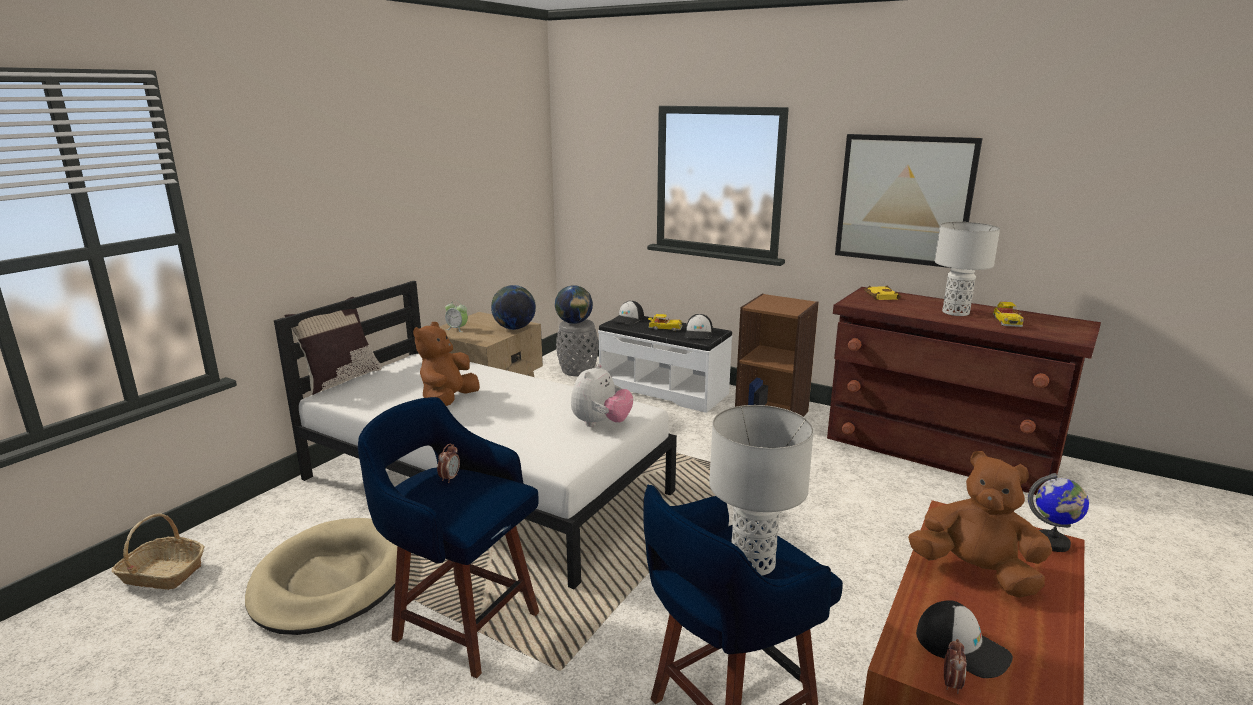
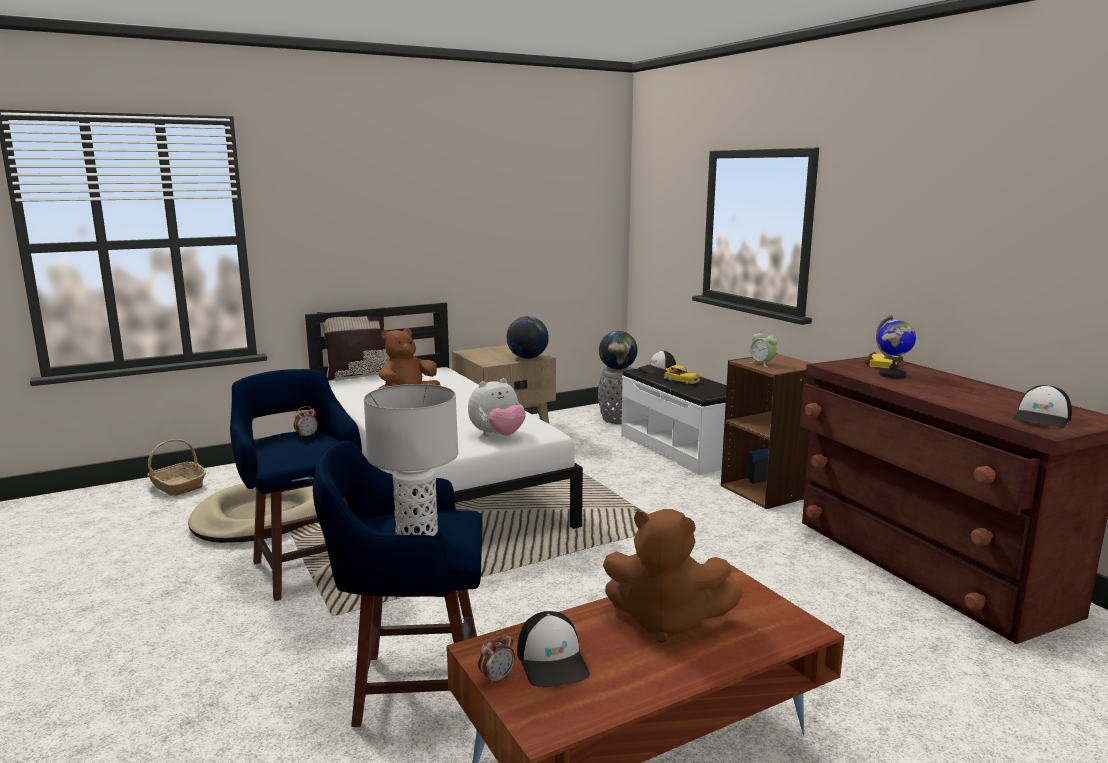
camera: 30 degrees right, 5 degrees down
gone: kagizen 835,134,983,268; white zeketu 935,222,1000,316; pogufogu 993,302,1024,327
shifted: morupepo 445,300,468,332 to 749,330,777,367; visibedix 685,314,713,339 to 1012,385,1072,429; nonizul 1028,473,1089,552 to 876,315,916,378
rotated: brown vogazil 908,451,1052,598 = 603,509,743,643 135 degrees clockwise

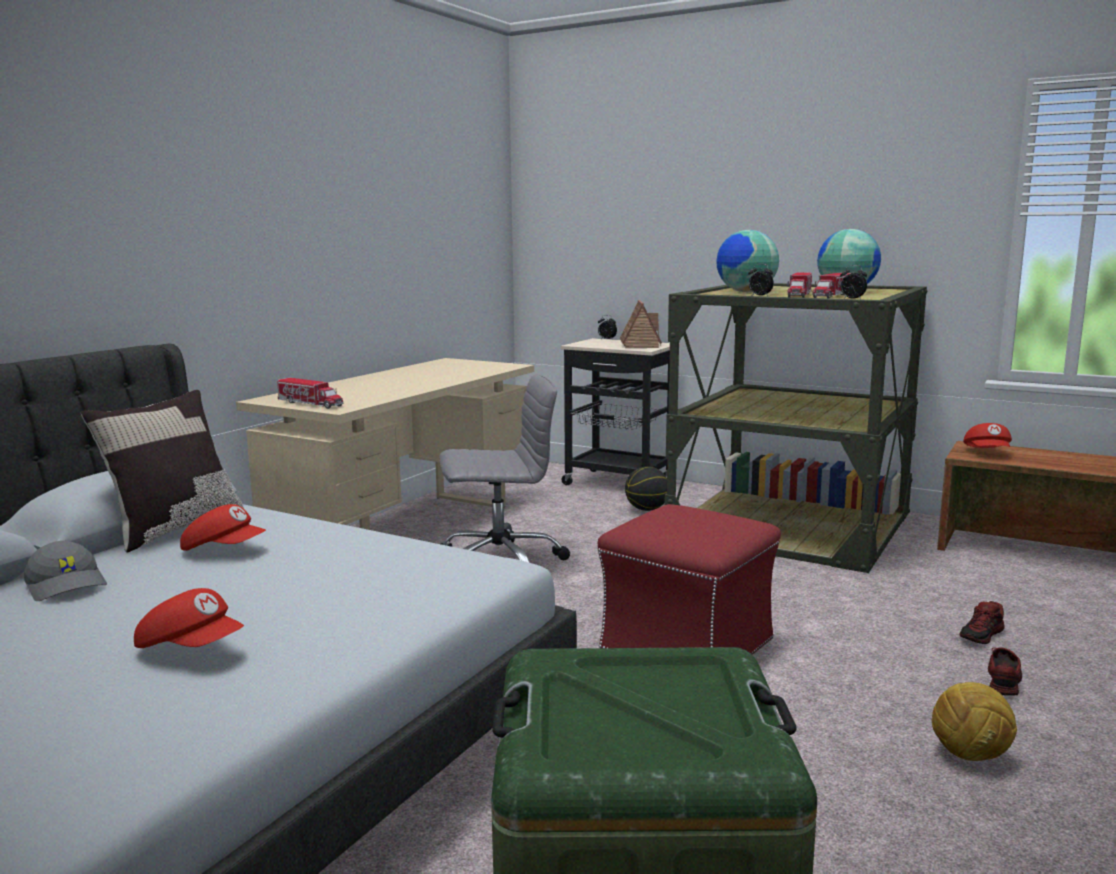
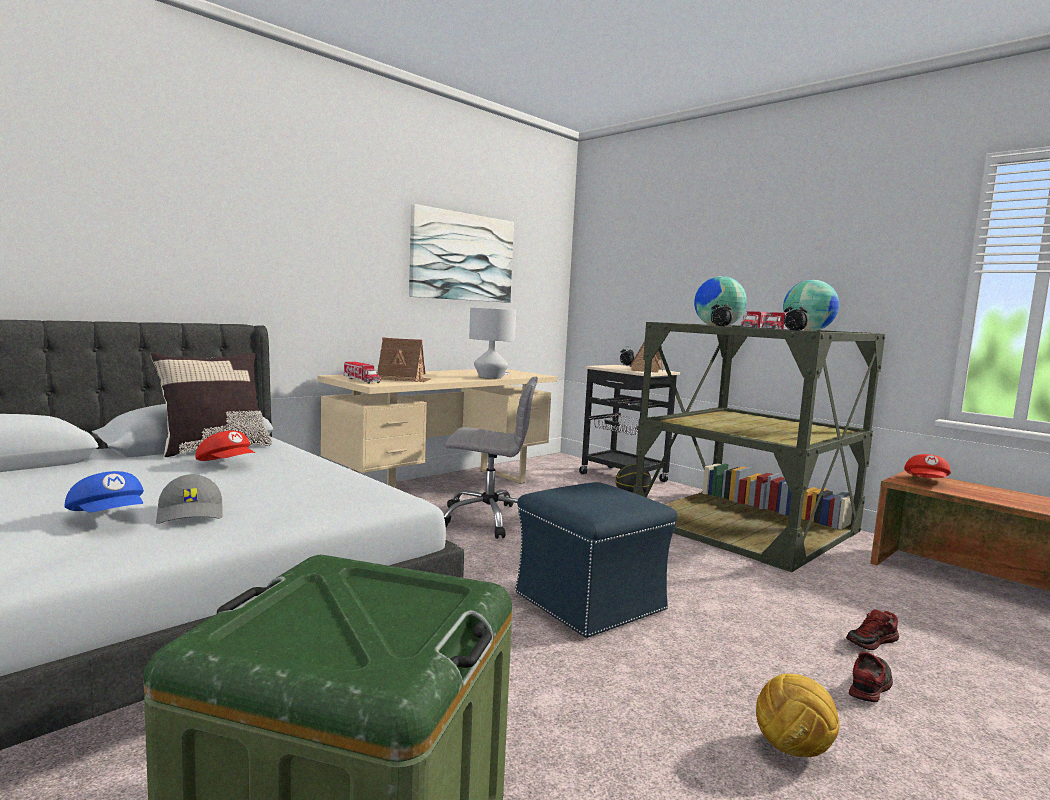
camera: 15 degrees right, 5 degrees down
new: kagizen 409,204,514,303; grey zeketu 469,308,516,379; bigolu 377,337,432,382
shifted: grey visibedix 24,541,107,601 to 156,474,223,524
repainted: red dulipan 598,504,781,655 to blue dulipan 515,482,677,638; red visibedix 134,588,244,648 to blue visibedix 64,471,144,513

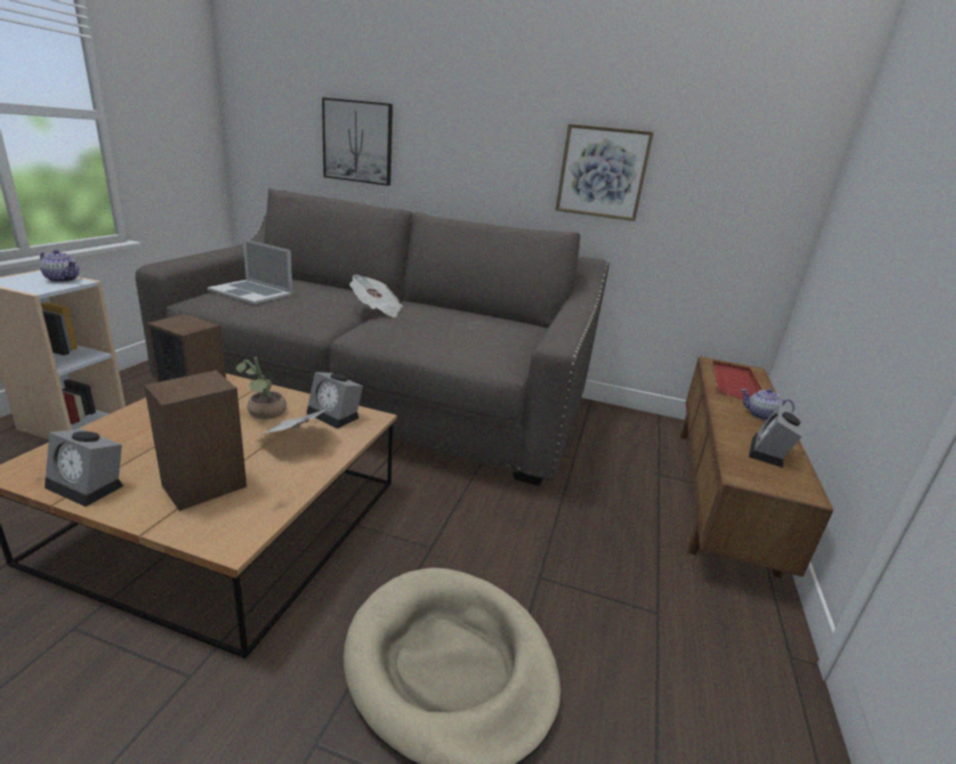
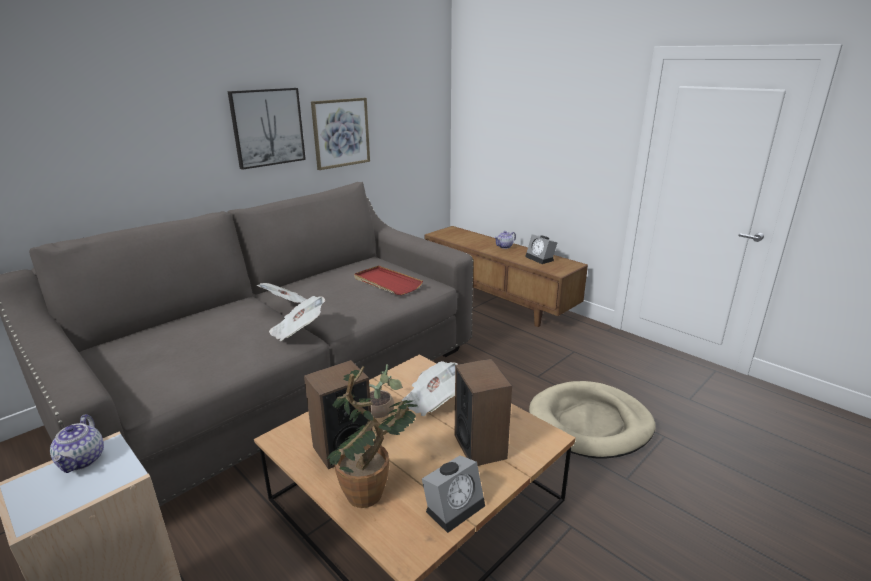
camera: 60 degrees left, 0 degrees up
gone: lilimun 207,239,293,304; morupepo 306,372,363,429
new: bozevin 269,296,325,341; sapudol 327,366,418,508
shifted: kagizen 322,97,393,186 to 228,88,306,170; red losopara 711,360,763,399 to 354,265,423,295
rotated: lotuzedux 40,249,79,282 = 50,415,104,473 120 degrees clockwise

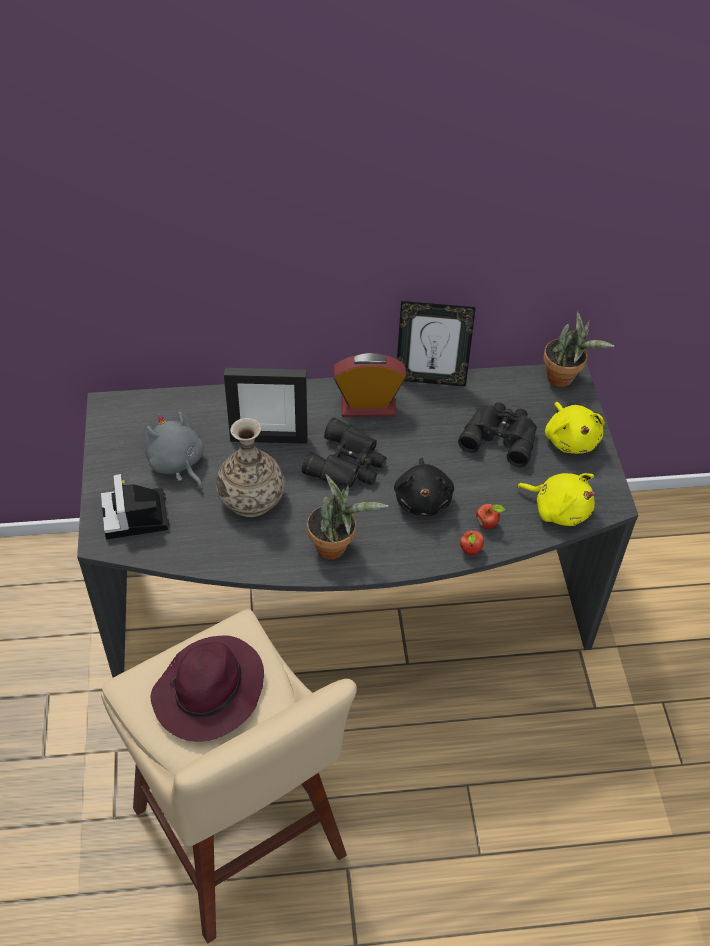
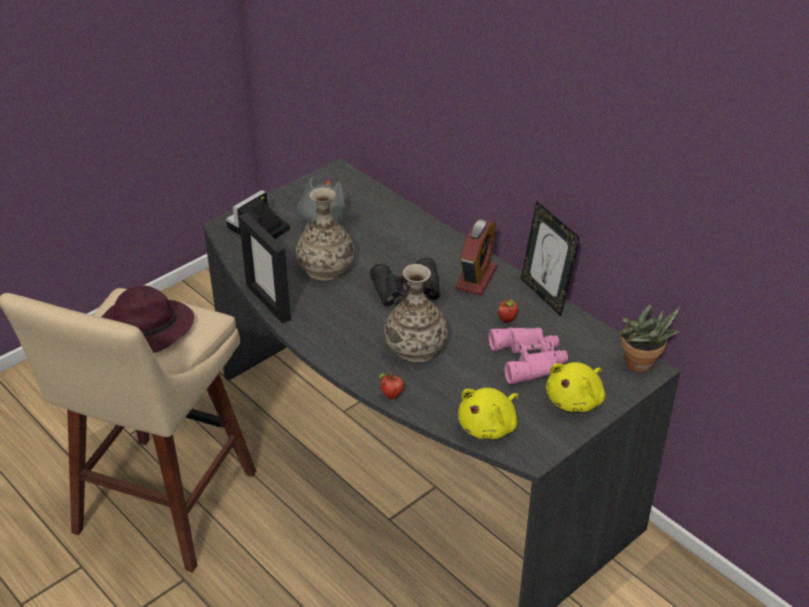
camera: 55 degrees right, 10 degrees down
gone: sapudol 307,473,388,559
shifted: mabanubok 224,368,308,444 to 239,213,291,323; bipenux 476,504,506,529 to 498,299,518,322
swapped: black vogazil 394,458,454,516 to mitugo 384,264,448,362
repainted: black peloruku 458,402,537,467 to pink peloruku 488,328,568,384
rotated: morupepo 333,353,406,417 = 455,219,497,295 60 degrees clockwise; yellow vogazil 517,473,595,526 = 458,388,519,439 45 degrees clockwise

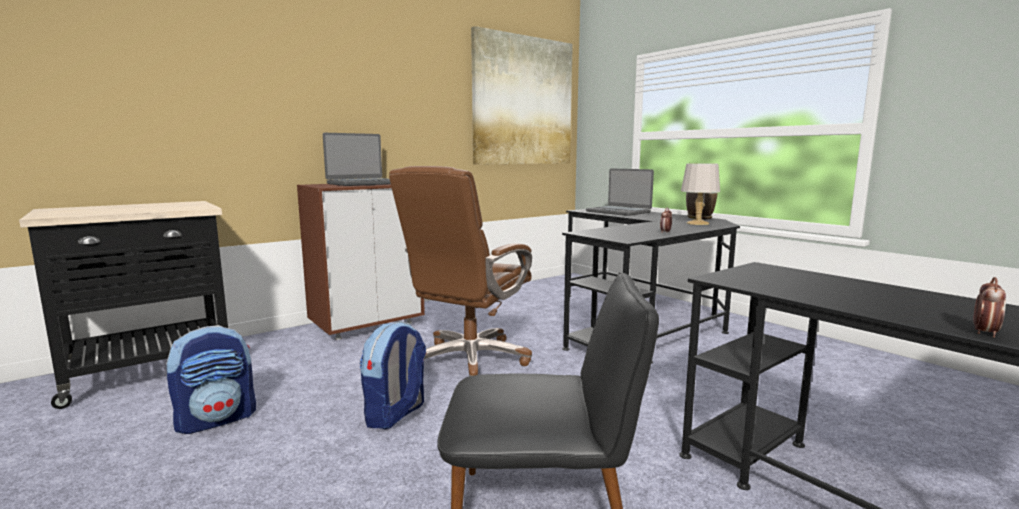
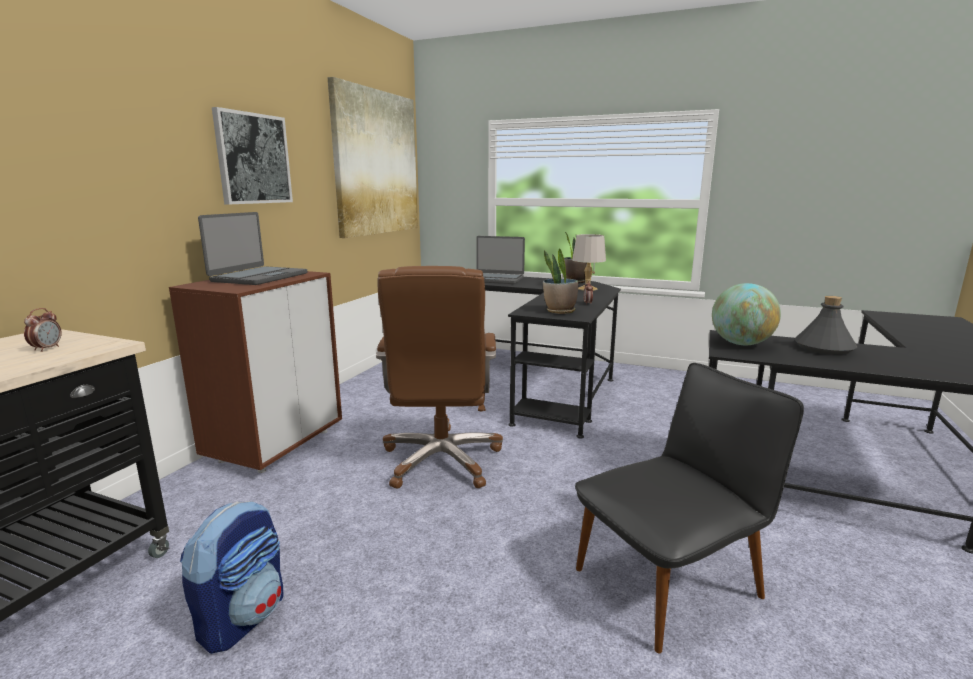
camera: 30 degrees left, 5 degrees up
gone: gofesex 360,321,426,429
new: kagizen 212,107,293,204; sapudol 543,248,578,314; nonizul 712,283,781,345; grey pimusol 795,296,857,355
shifted: morupepo 973,277,1006,338 to 24,308,62,352

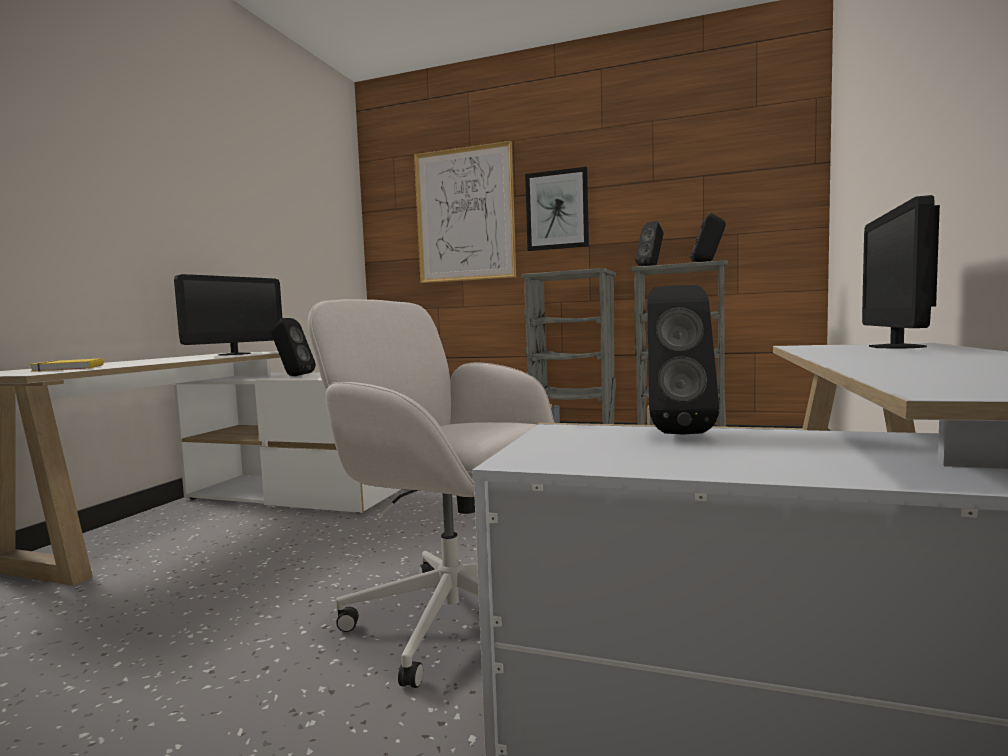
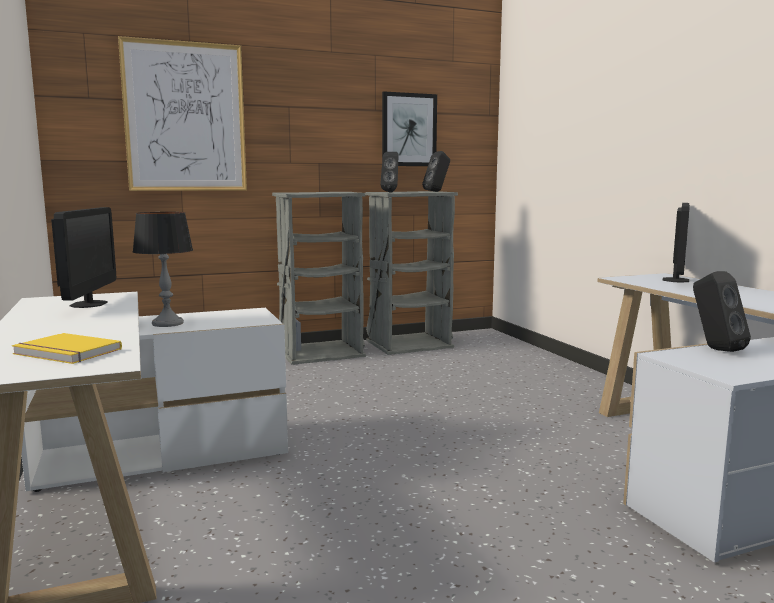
camera: 40 degrees left, 5 degrees up
gone: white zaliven 308,299,554,688
shifted: kagizen 525,167,589,251 to 382,91,437,166
swapped: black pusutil 271,318,316,376 to zeketu 132,212,193,327
rotated: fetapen 862,195,940,348 = 662,203,690,282 135 degrees counterclockwise

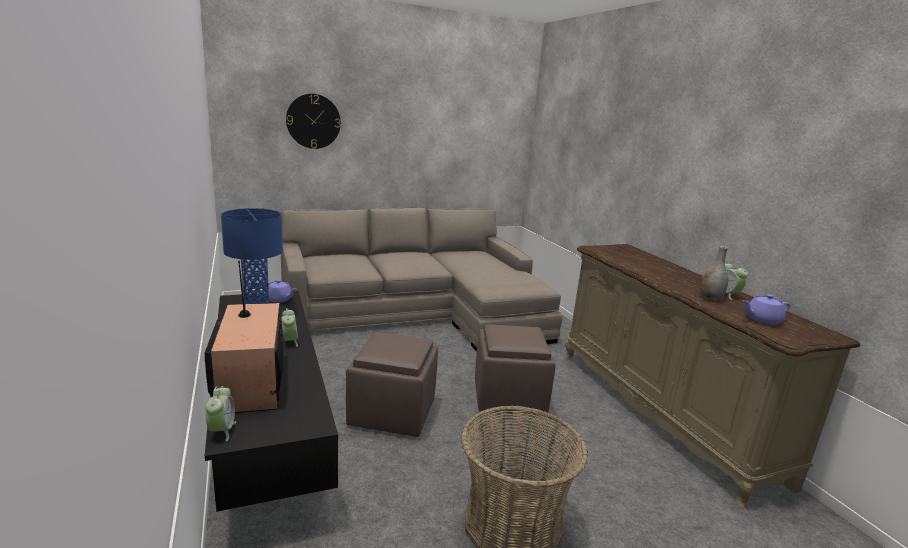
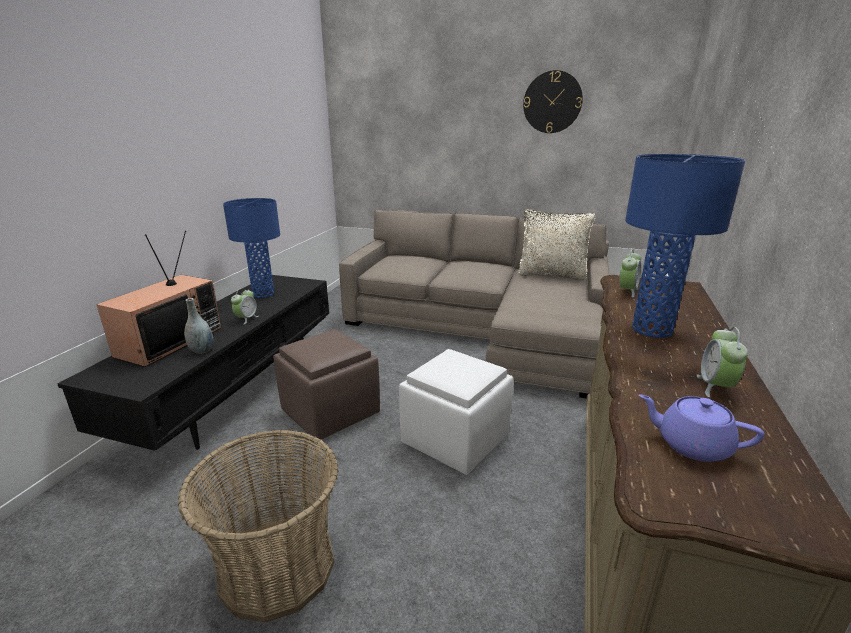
camera: 40 degrees right, 5 degrees up
gone: purple lotuzedux 263,280,296,303
new: blue zeketu 625,154,746,338; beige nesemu 518,209,596,280
shifted: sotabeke 286,94,341,149 to 523,70,583,133; grey mitugo 700,246,728,301 to 184,298,213,354; morupepo 205,386,237,441 to 619,249,641,297
repainted: brown dulipan 475,324,556,415 to white dulipan 399,349,513,475

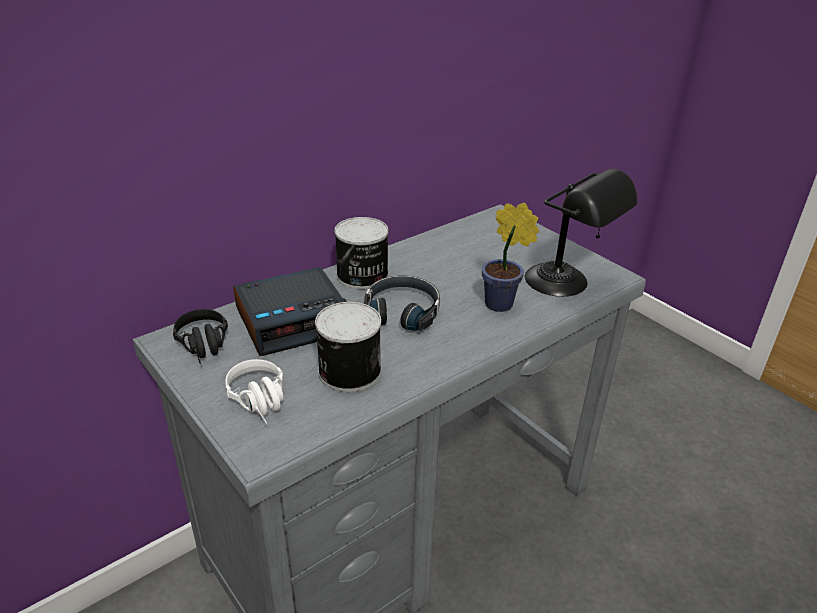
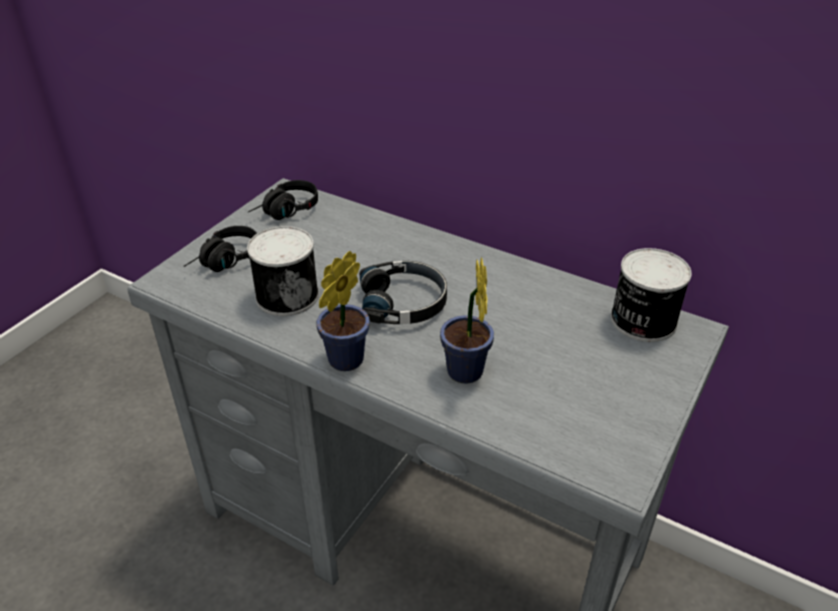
camera: 70 degrees right, 5 degrees up
gone: black zeketu 525,169,638,297; morupepo 233,267,347,356
new: sapudol 316,251,370,371
shifted: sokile 335,217,389,289 to 611,248,692,342
repainted: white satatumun 225,359,284,424 to black satatumun 184,226,257,272

